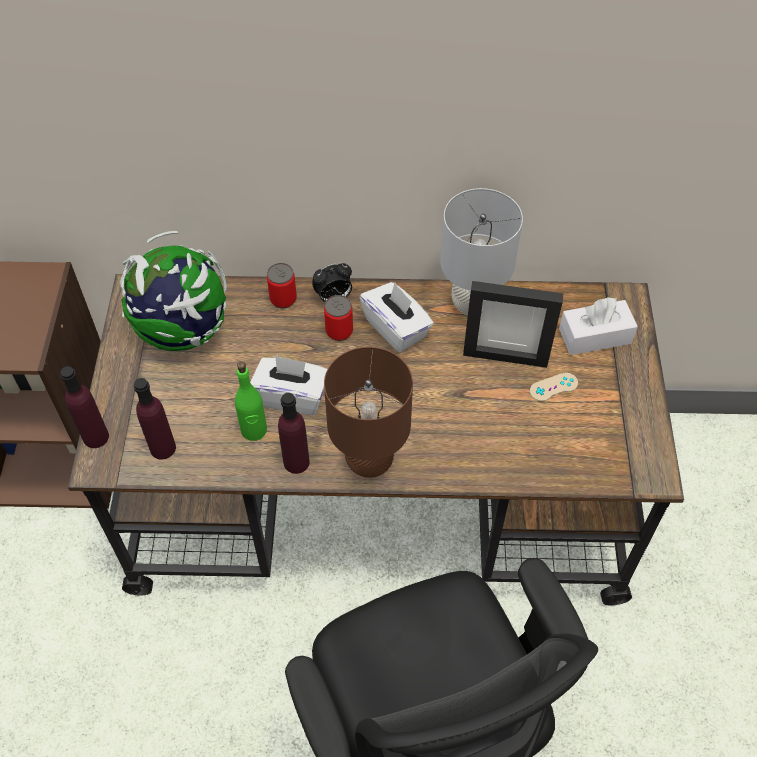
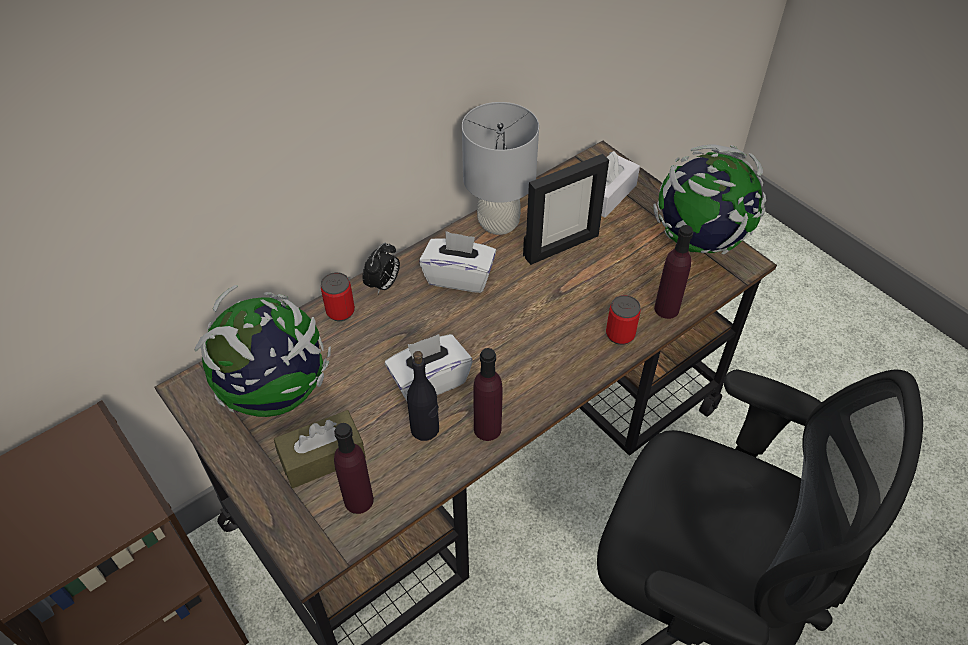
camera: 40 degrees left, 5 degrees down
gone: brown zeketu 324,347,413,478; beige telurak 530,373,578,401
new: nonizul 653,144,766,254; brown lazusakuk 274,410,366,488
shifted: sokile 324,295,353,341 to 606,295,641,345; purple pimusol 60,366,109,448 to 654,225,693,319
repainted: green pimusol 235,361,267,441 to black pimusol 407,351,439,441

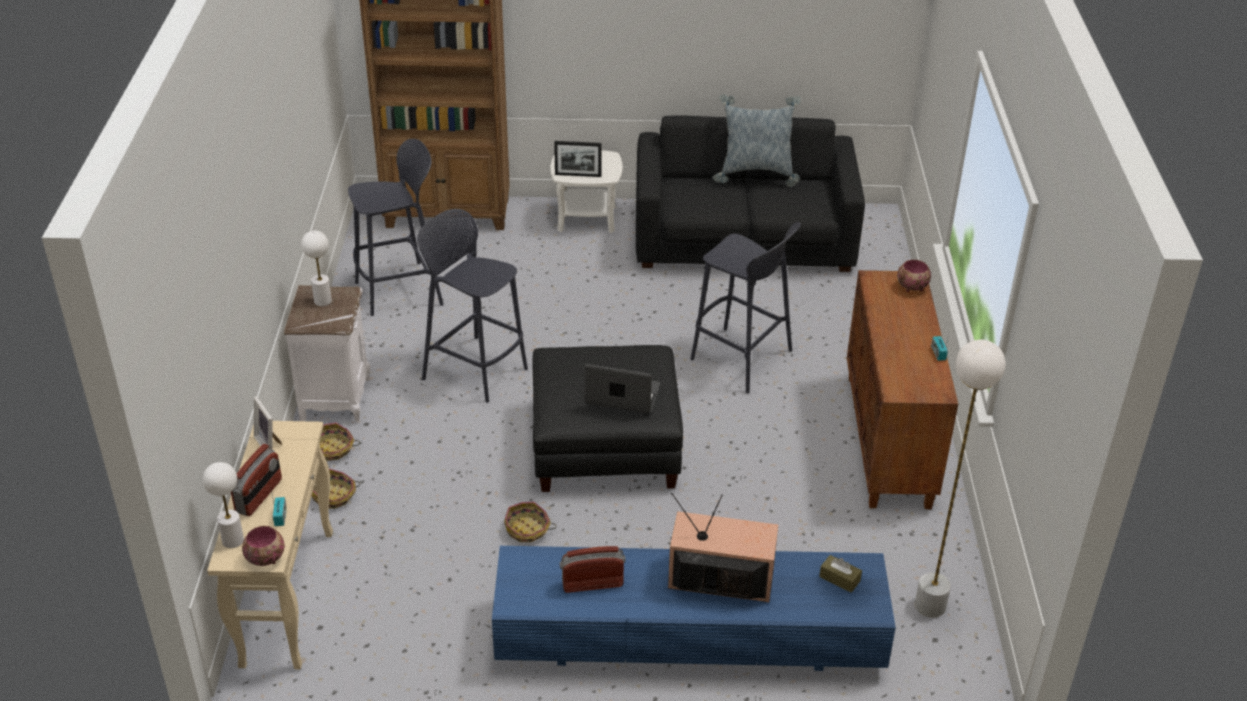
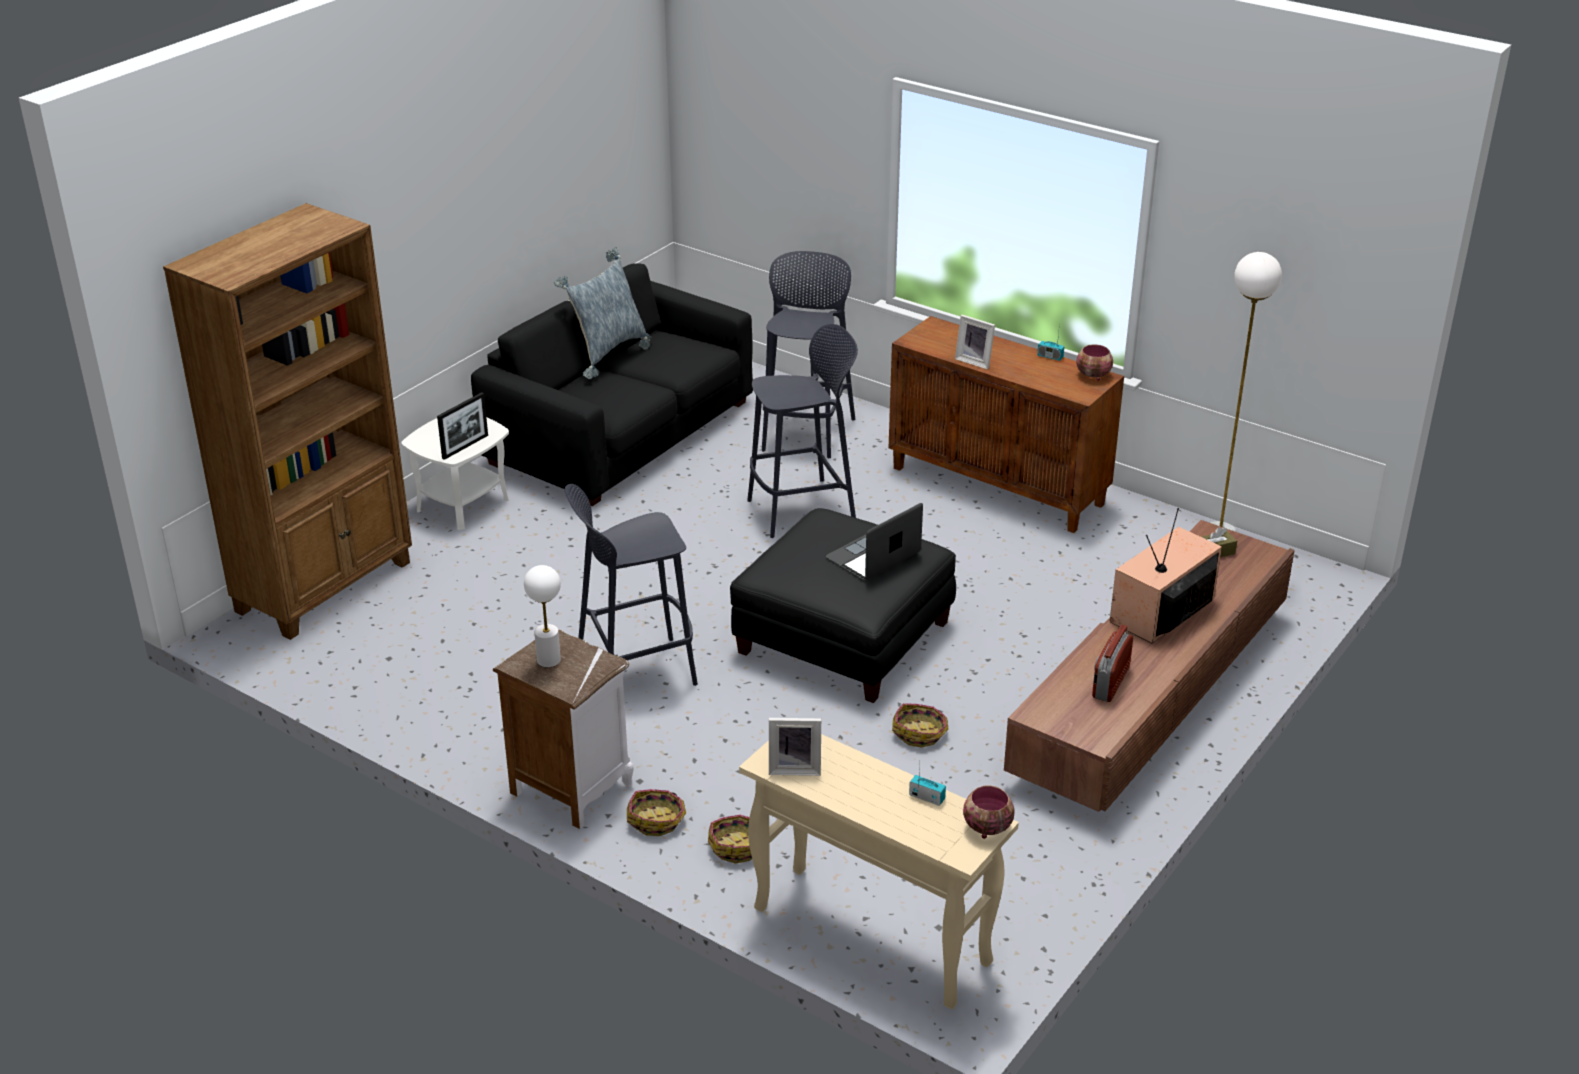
camera: 55 degrees left, 5 degrees down
gone: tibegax 231,444,282,516; white zeketu 203,462,244,548
new: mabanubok 955,315,995,370
shifted: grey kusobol 348,139,444,316 to 762,251,855,458; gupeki 897,259,931,292 to 1076,344,1113,381
repainted: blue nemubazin 492,546,896,671 to brown nemubazin 1004,520,1295,812

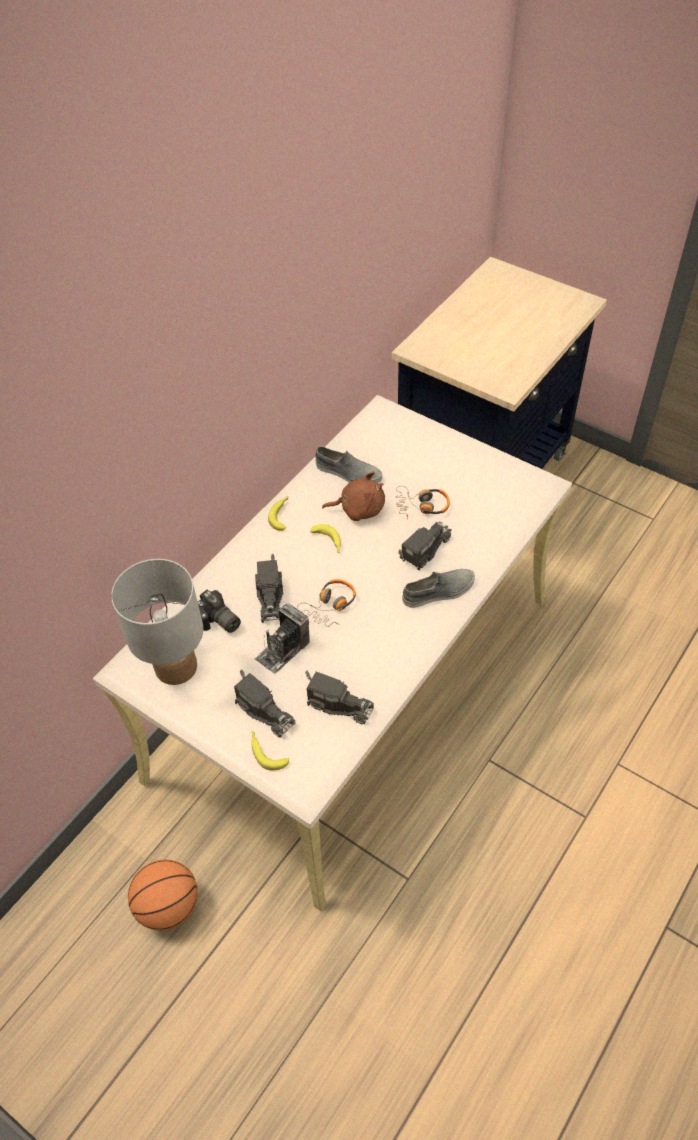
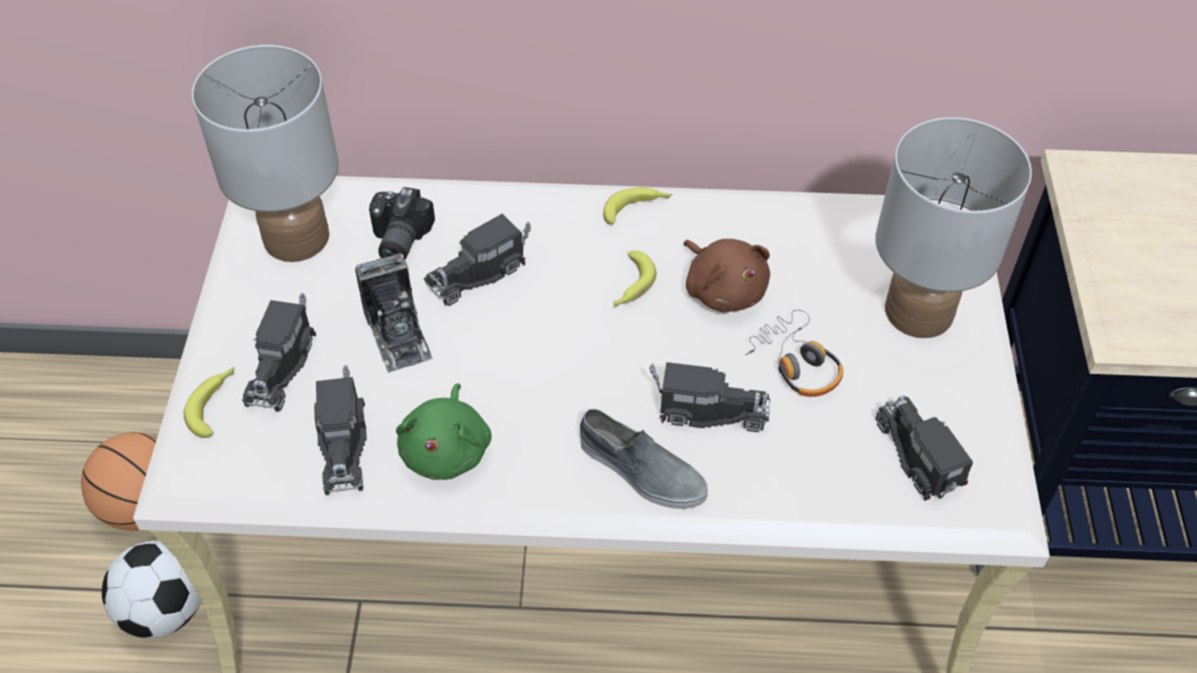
camera: 55 degrees right, 0 degrees up
gone: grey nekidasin 315,447,382,483; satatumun 297,579,356,627
new: grey zeketu 875,117,1032,338; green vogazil 396,383,492,480; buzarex 876,395,973,501; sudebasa 102,541,201,638
rotated: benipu 254,603,310,674 = 355,253,433,373 120 degrees counterclockwise

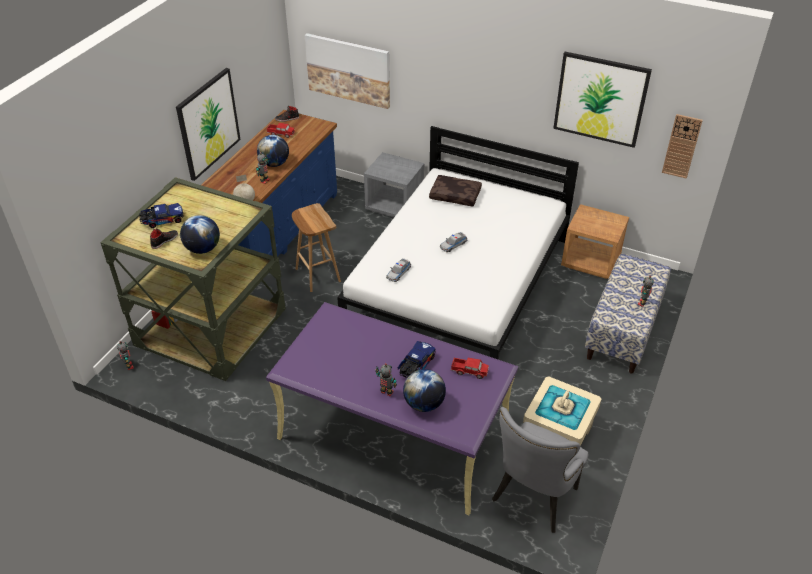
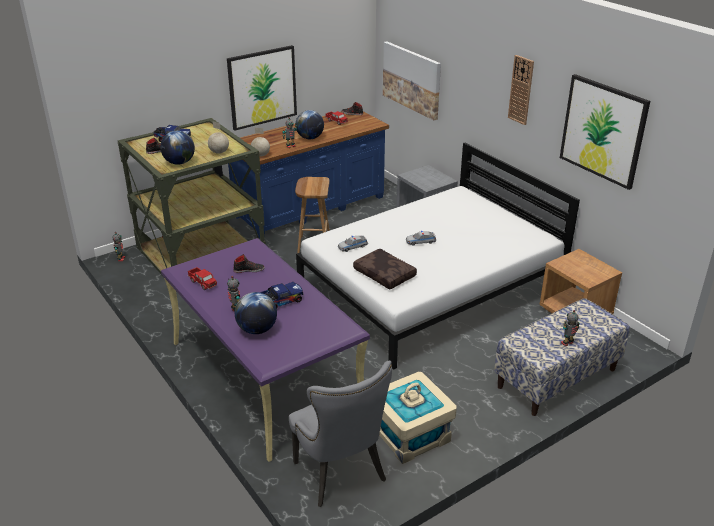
camera: 30 degrees right, 10 degrees down
new: nonizul 208,121,229,154; black nekidasin 233,254,265,273
shifted: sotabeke 662,114,703,179 to 508,55,534,125; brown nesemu 429,175,482,206 to 353,249,417,289; buzarex 451,358,489,379 to 188,267,217,290
rotated: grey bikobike 492,407,588,533 = 289,361,392,507 90 degrees counterclockwise

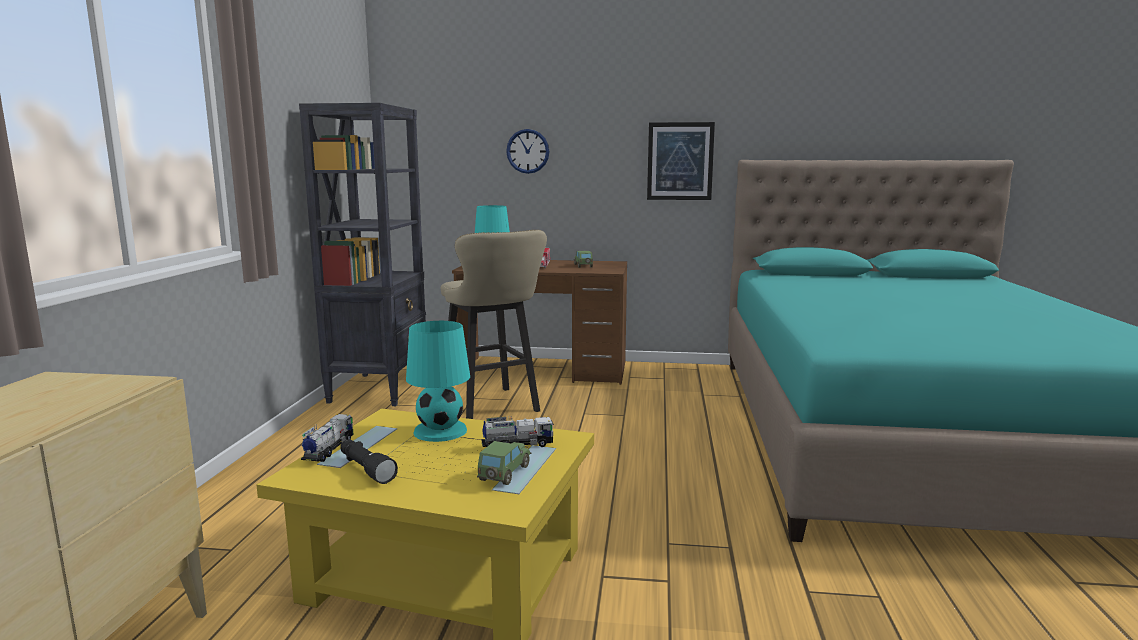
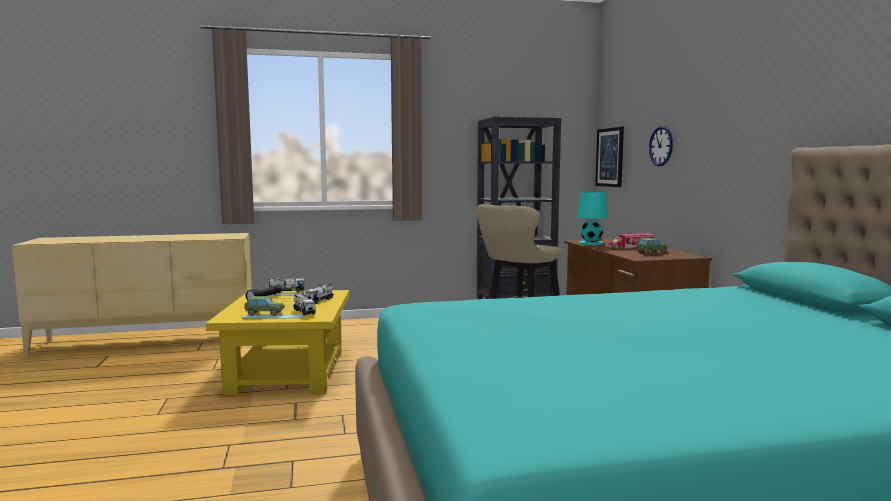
camera: 70 degrees right, 5 degrees down
shifted: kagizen 647,122,715,200 to 595,127,624,187
swapped: turquoise zeketu 406,321,470,442 to buzarex 305,283,334,304

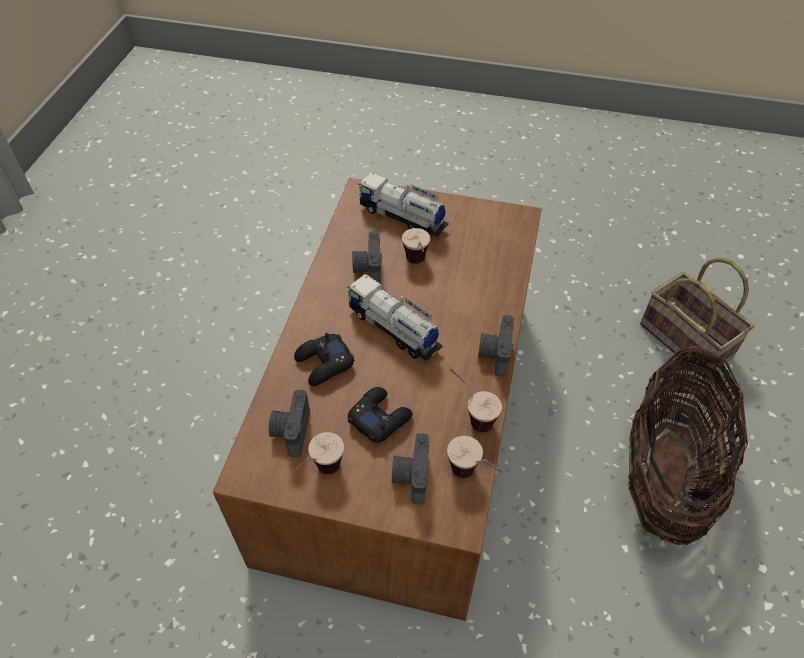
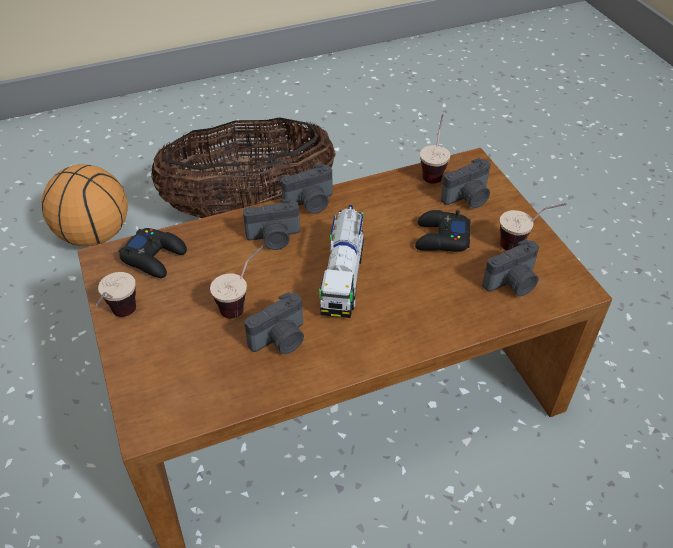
camera: 125 degrees left, 5 degrees down
gone: buzarex 359,172,449,237
new: benipu 243,199,300,250
shifted: black telurak 294,333,355,386 to 119,228,187,278; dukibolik 449,368,502,432 to 95,272,136,317
swapped: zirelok 640,258,754,378 to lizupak 41,164,128,246

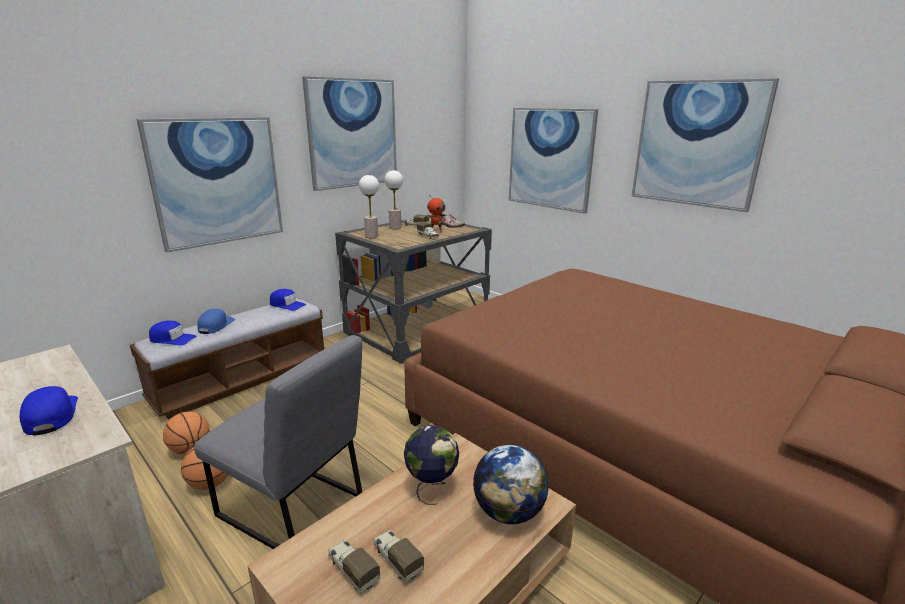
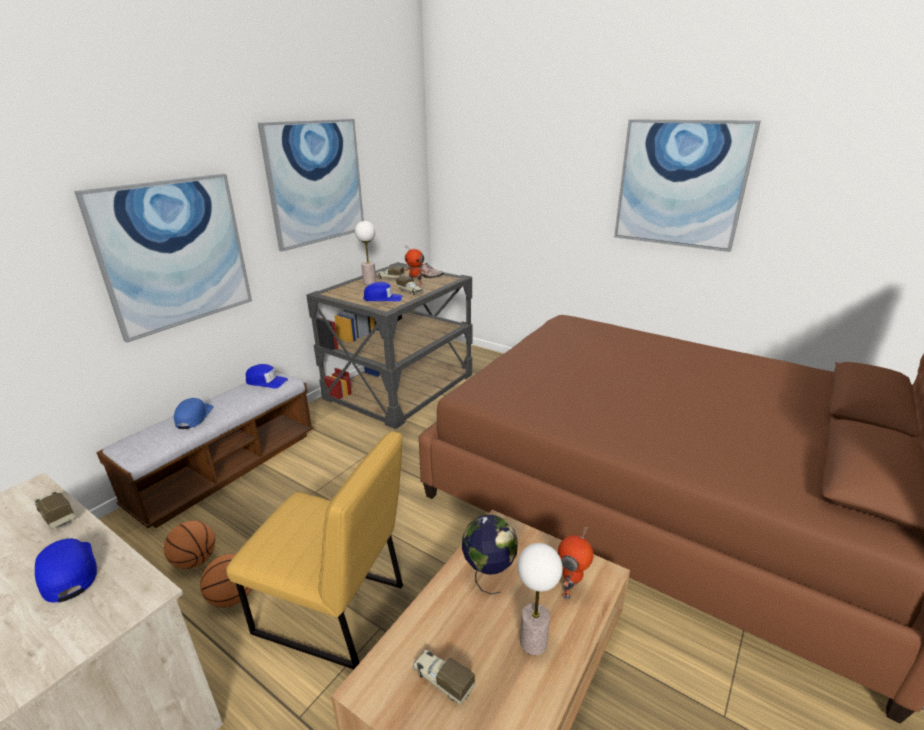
camera: 10 degrees left, 5 degrees up
gone: kagizen 509,108,598,214
shifted: zeketu 359,175,379,238 to 517,543,562,655; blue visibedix 149,320,197,346 to 364,282,402,302; buzarex 373,529,424,582 to 34,490,75,529
swapped: nonizul 473,445,549,524 to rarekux 558,527,593,599
repainted: grey bikobike 194,335,362,549 to yellow bikobike 226,431,403,669

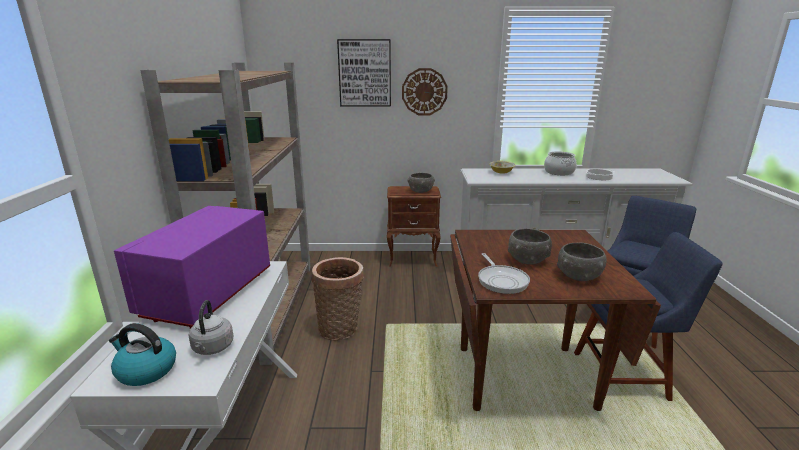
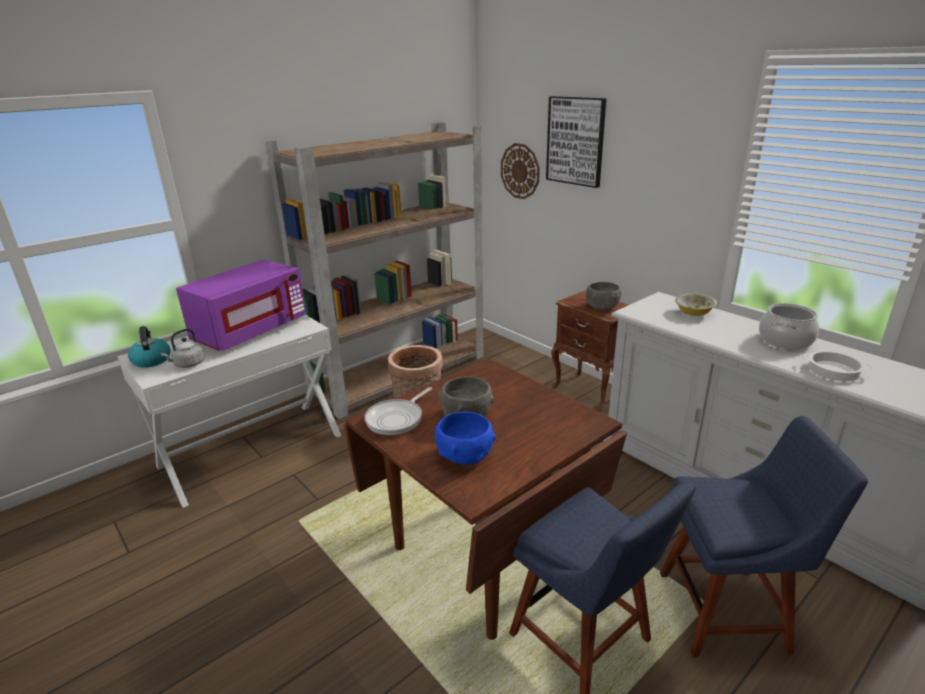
camera: 50 degrees right, 5 degrees up
shifted: sotabeke 402,68,448,115 to 501,143,540,199
repainted: grey gupeki 557,243,607,281 to blue gupeki 435,412,496,464
rotated: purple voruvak 114,206,270,329 = 176,260,306,351 150 degrees clockwise

